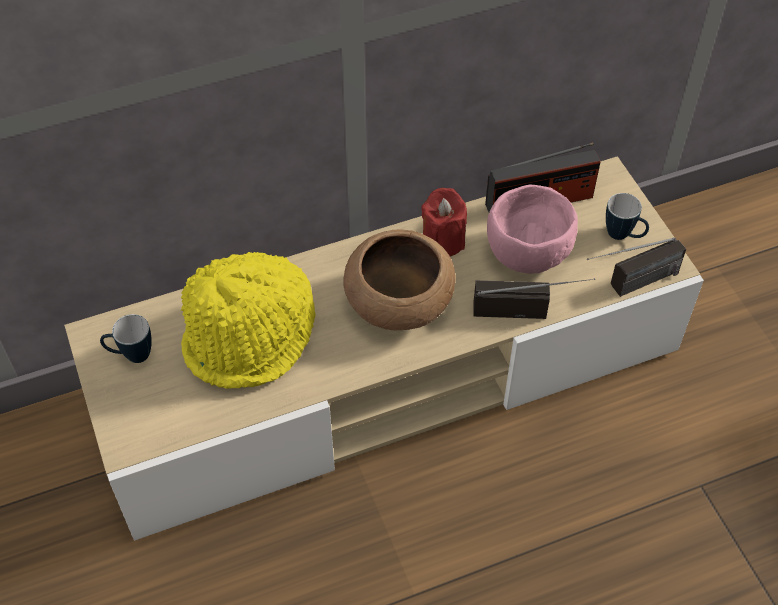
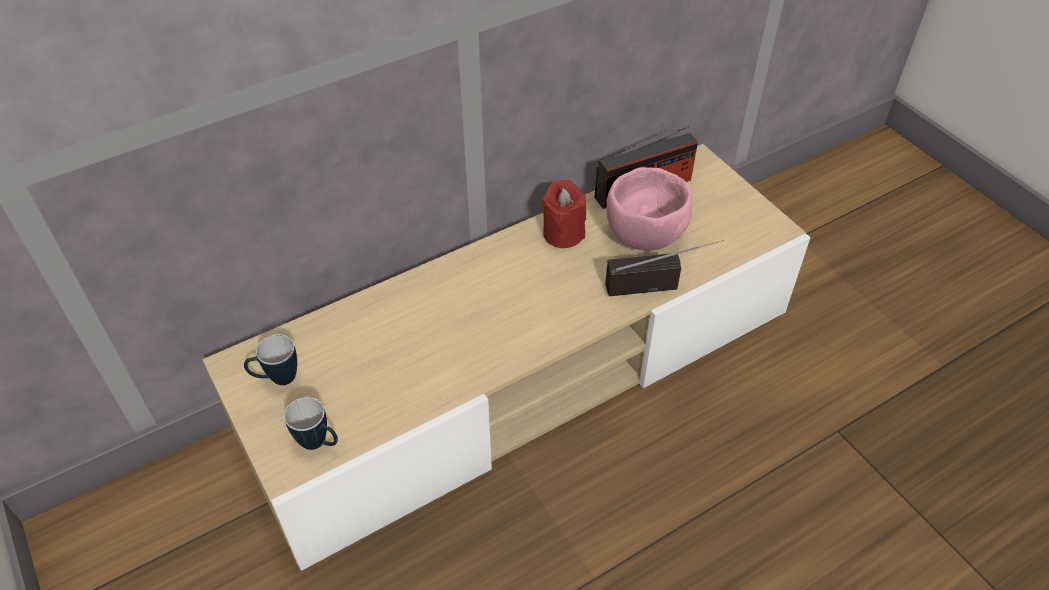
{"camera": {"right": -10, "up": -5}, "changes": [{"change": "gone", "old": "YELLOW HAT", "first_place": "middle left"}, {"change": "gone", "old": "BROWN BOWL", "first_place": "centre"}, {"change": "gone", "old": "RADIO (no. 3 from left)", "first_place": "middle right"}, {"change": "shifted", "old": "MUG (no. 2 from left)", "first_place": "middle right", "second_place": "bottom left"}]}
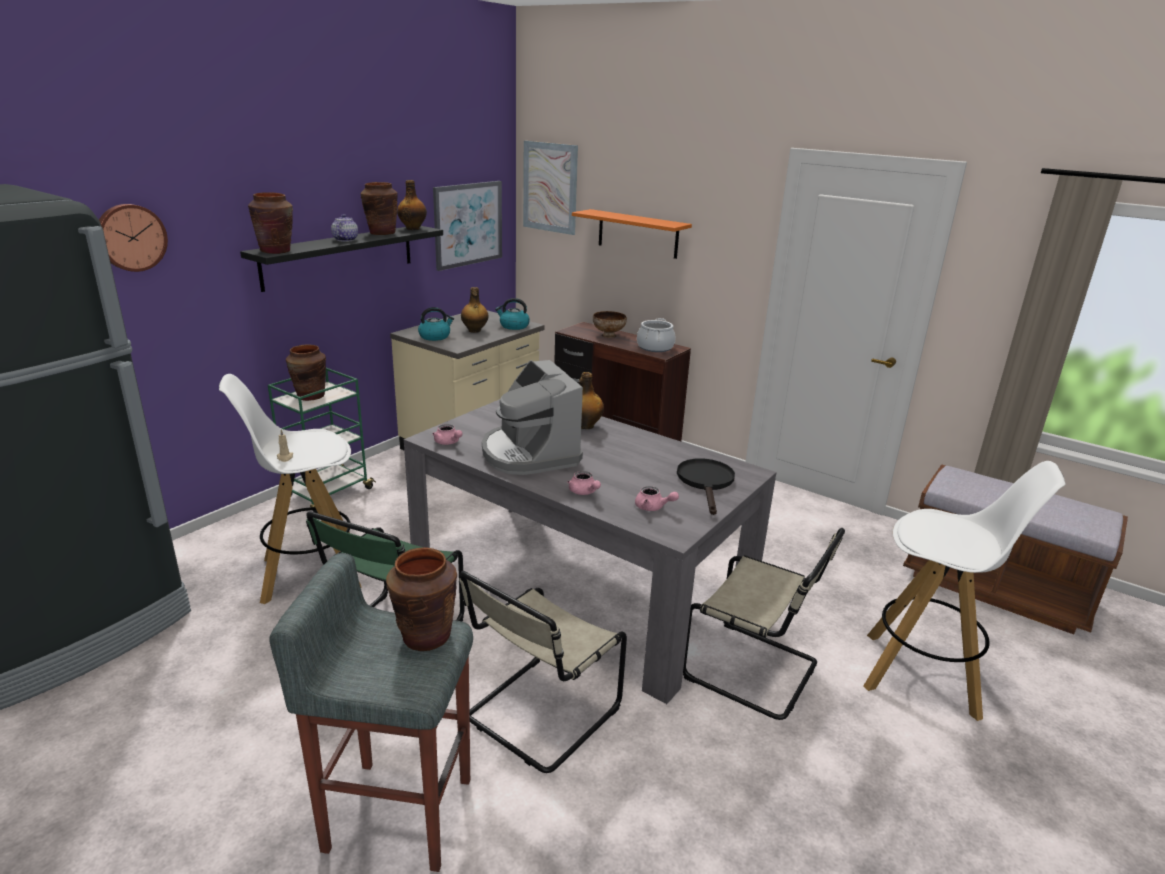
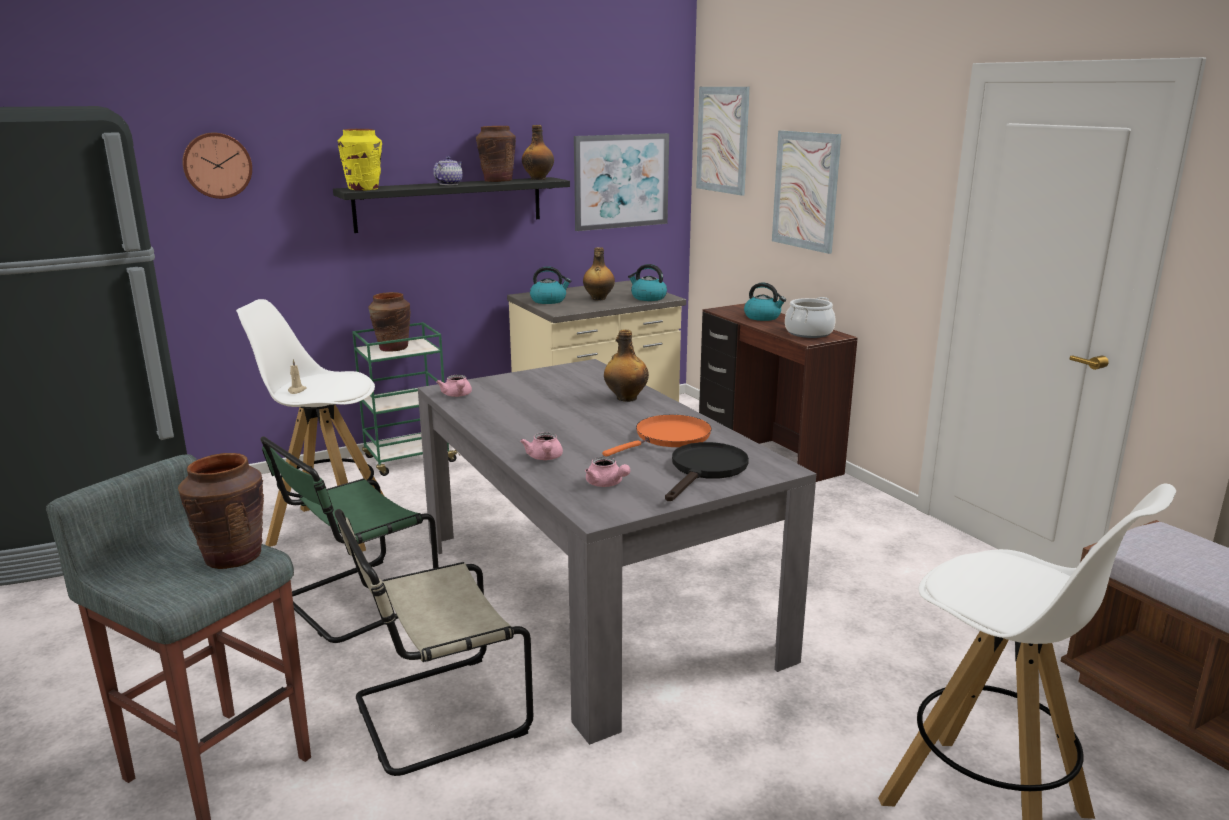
{"camera": {"right": 25, "up": -5}, "changes": [{"change": "repainted", "old": "BROWN VASE (no. 1 from left)", "new": "YELLOW VASE", "first_place": "top left", "second_place": "top left"}, {"change": "gone", "old": "COFFEE MACHINE", "first_place": "centre"}, {"change": "swapped", "old": "ORANGE SHELF", "new": "PICTURE (no. 3 from left)", "first_place": "top centre", "second_place": "top centre"}, {"change": "swapped", "old": "BOWL", "new": "KETTLE (no. 3 from left)", "first_place": "centre", "second_place": "centre"}, {"change": "gone", "old": "BEIGE CHAIR (no. 2 from left)", "first_place": "bottom centre"}, {"change": "new", "new": "ORANGE FRYING PAN", "second_place": "centre"}]}
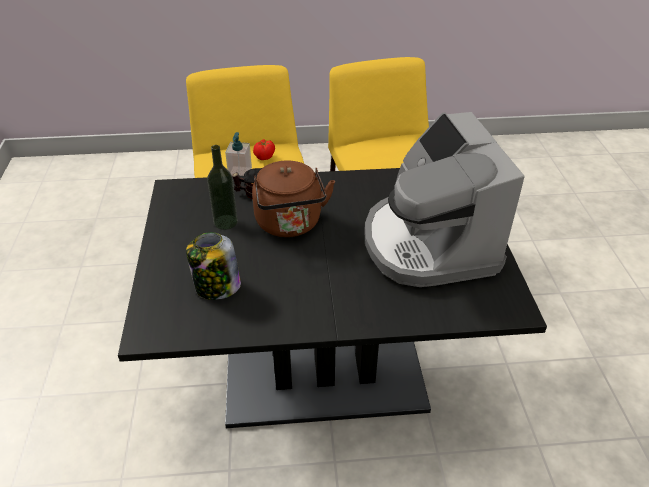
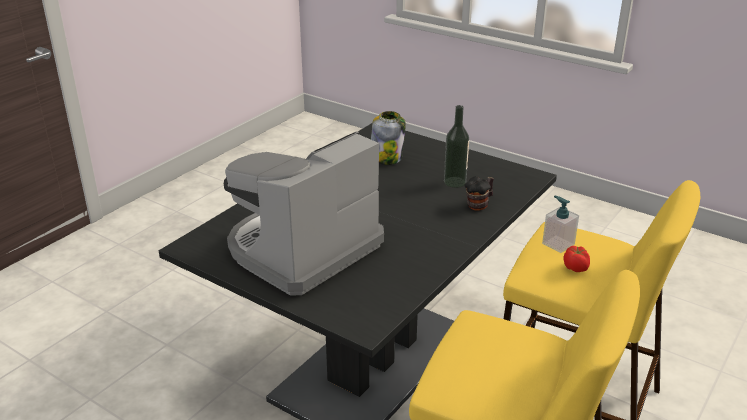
{"camera": {"right": 130, "up": -10}, "changes": [{"change": "gone", "old": "BROWN KETTLE", "first_place": "centre"}, {"change": "rotated", "old": "COFFEE MACHINE", "first_place": "middle right", "second_place": "centre", "degrees": -75}]}
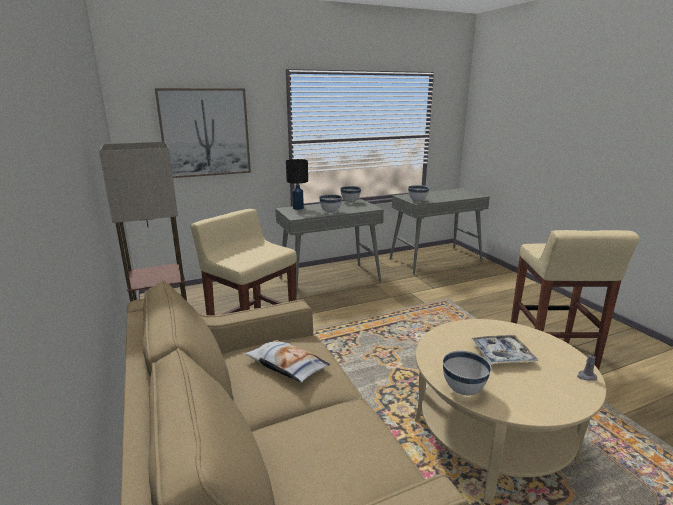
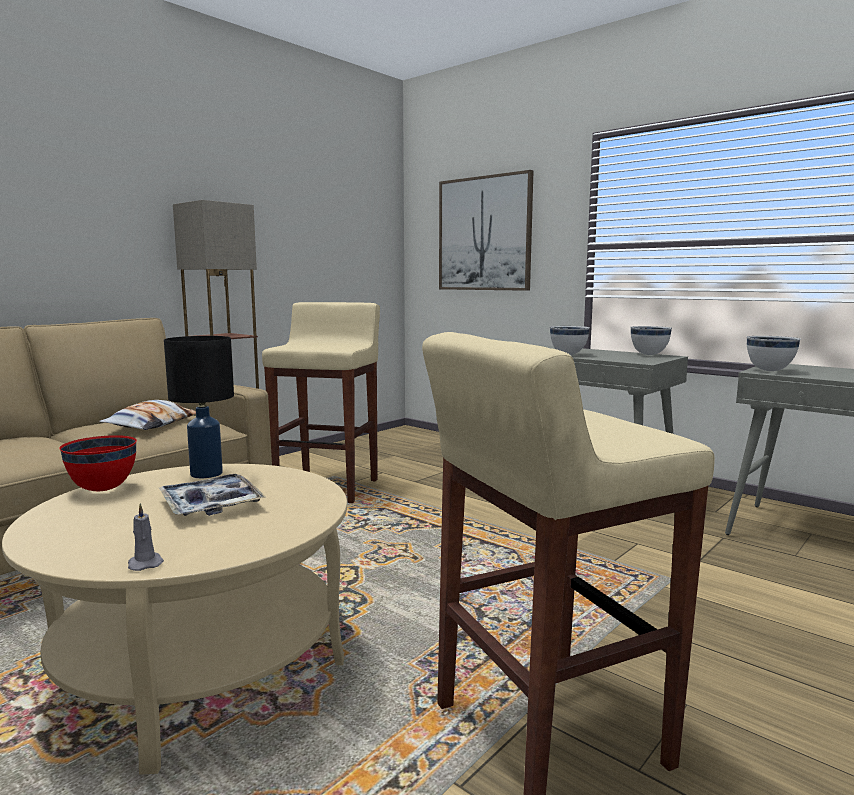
{"camera": {"right": 65, "up": -10}, "changes": [{"change": "shifted", "old": "BLACK TABLE LAMP", "first_place": "centre", "second_place": "middle left"}, {"change": "repainted", "old": "WHITE BOWL (no. 4 from left)", "new": "RED BOWL", "first_place": "bottom right", "second_place": "middle left"}]}
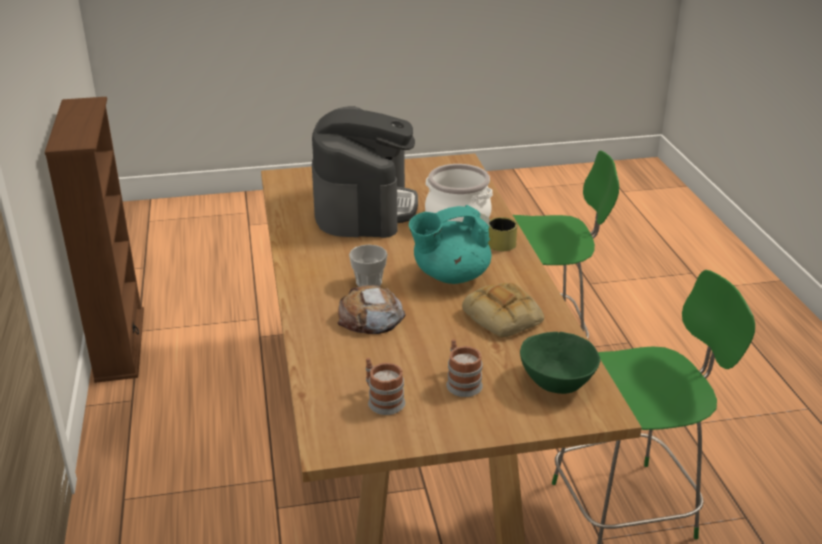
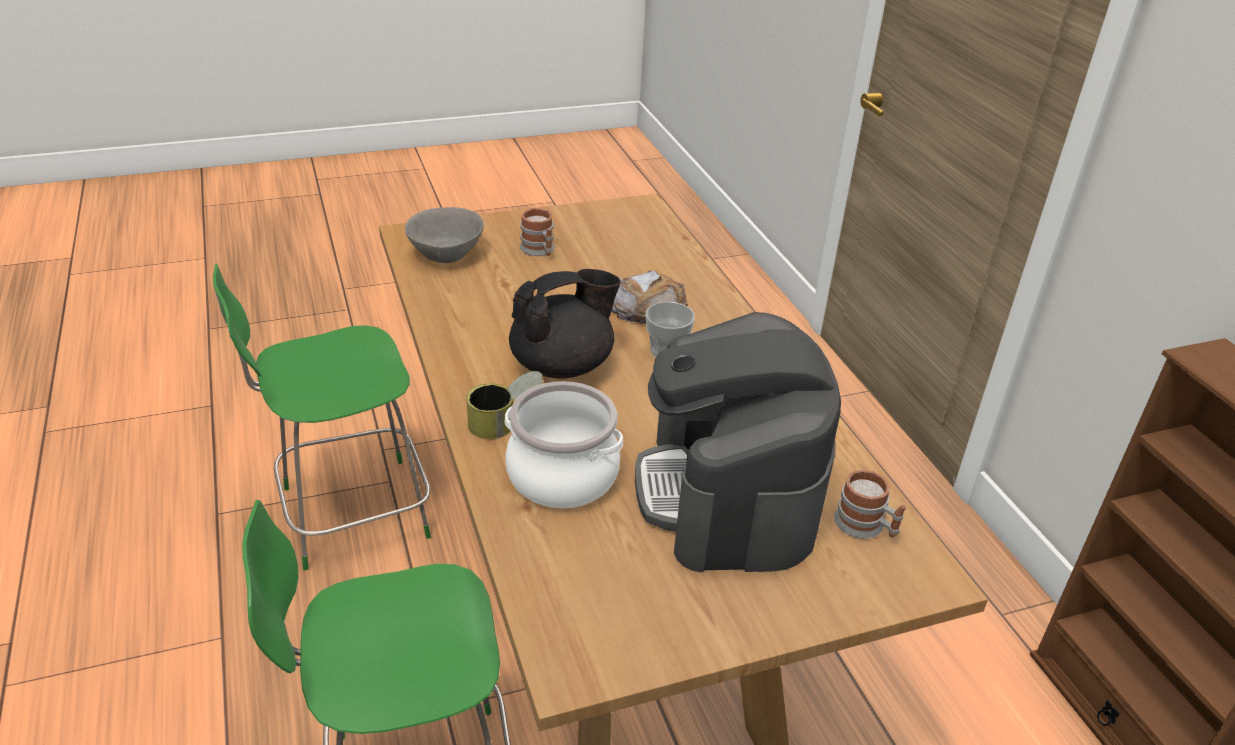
{"camera": {"right": 170, "up": 5}, "changes": [{"change": "shifted", "old": "MUG (no. 1 from left in the first image)", "new": "MUG (no. 2 from left)", "first_place": "bottom centre", "second_place": "bottom right"}, {"change": "repainted", "old": "TURQUOISE TEAPOT", "new": "BLACK TEAPOT", "first_place": "centre", "second_place": "centre"}, {"change": "gone", "old": "BREAD (no. 2 from left)", "first_place": "centre"}, {"change": "repainted", "old": "GREEN BOWL", "new": "GREY BOWL", "first_place": "bottom right", "second_place": "top centre"}]}
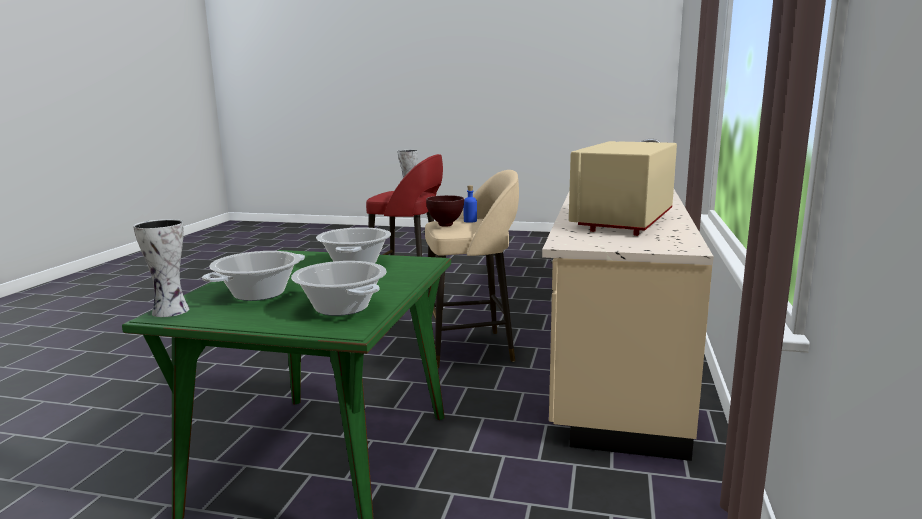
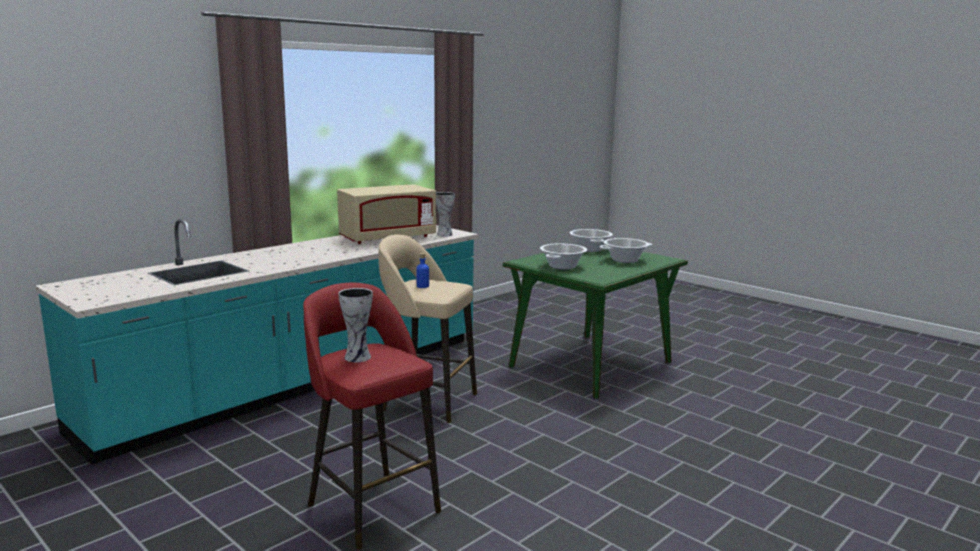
{"camera": {"right": -150, "up": 0}, "changes": [{"change": "shifted", "old": "VASE (no. 1 from left in the first image)", "new": "VASE (no. 2 from left)", "first_place": "middle left", "second_place": "centre"}, {"change": "gone", "old": "BROWN BOWL", "first_place": "centre"}, {"change": "repainted", "old": "BEIGE COUNTER", "new": "TURQUOISE COUNTER", "first_place": "middle right", "second_place": "middle left"}]}
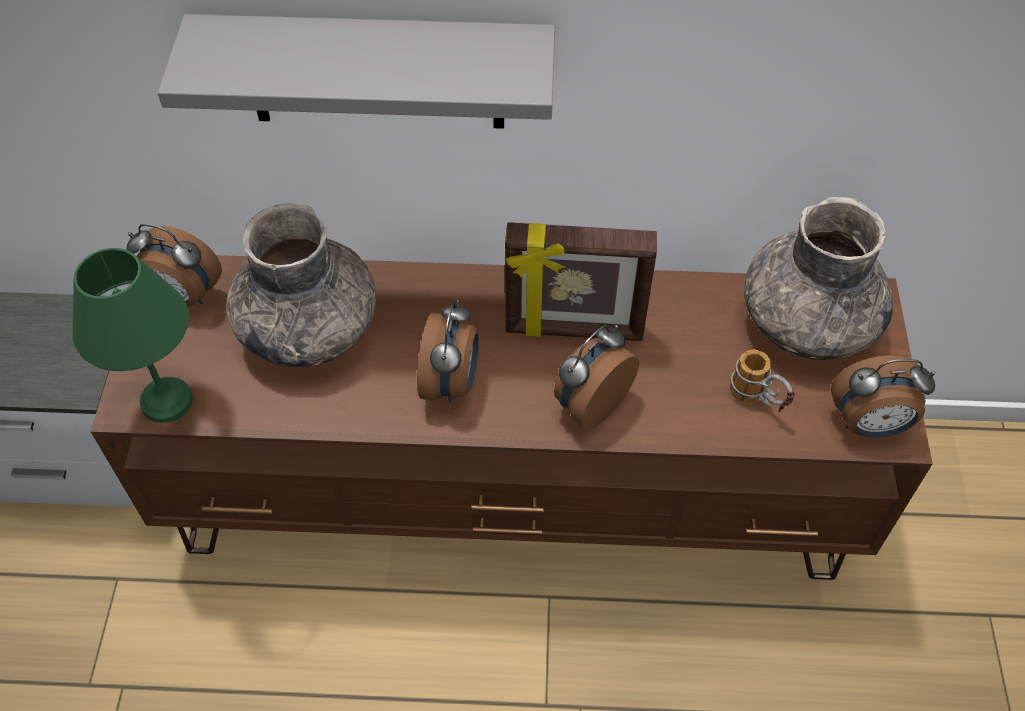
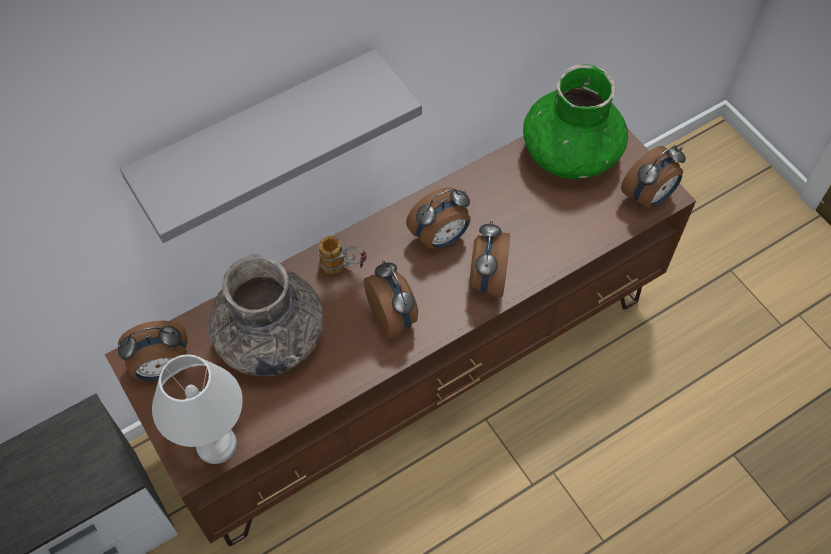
{"camera": {"right": -35, "up": 5}, "changes": [{"change": "repainted", "old": "GREEN TABLE LAMP", "new": "WHITE TABLE LAMP", "first_place": "middle left", "second_place": "bottom left"}, {"change": "swapped", "old": "PICTURE FRAME", "new": "ALARM CLOCK (no. 3 from left)", "first_place": "centre", "second_place": "centre"}, {"change": "shifted", "old": "MUG", "first_place": "middle right", "second_place": "centre"}, {"change": "repainted", "old": "GREY VASE (no. 2 from left)", "new": "GREEN VASE", "first_place": "middle right", "second_place": "top right"}]}
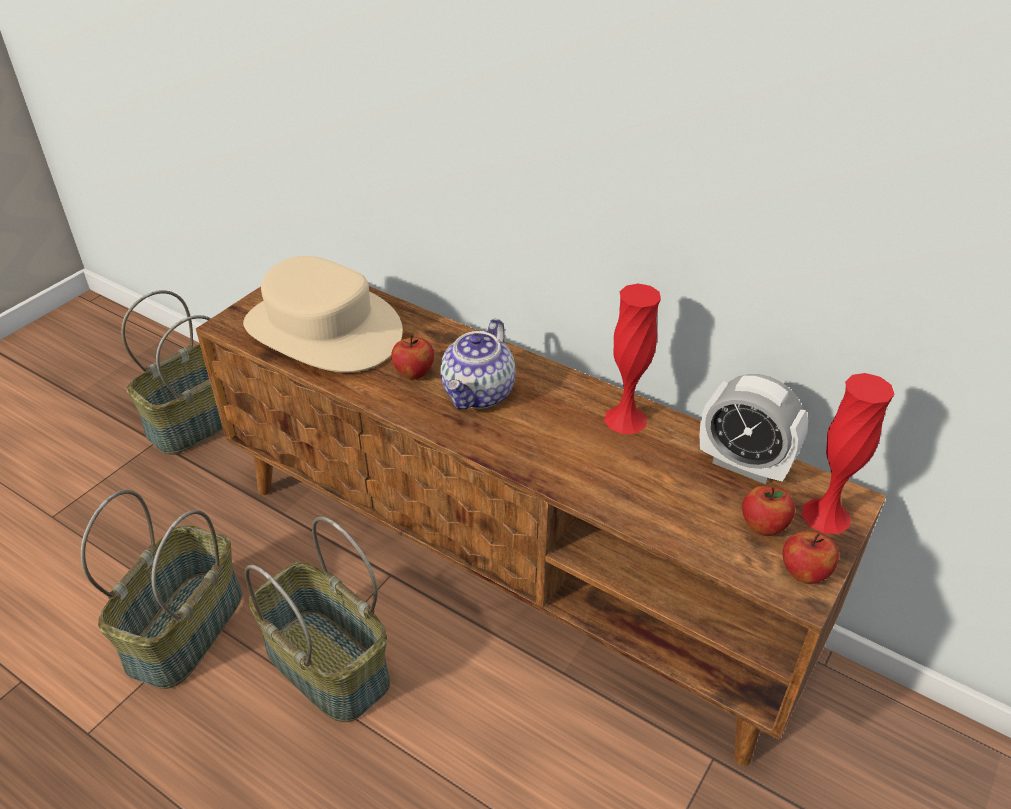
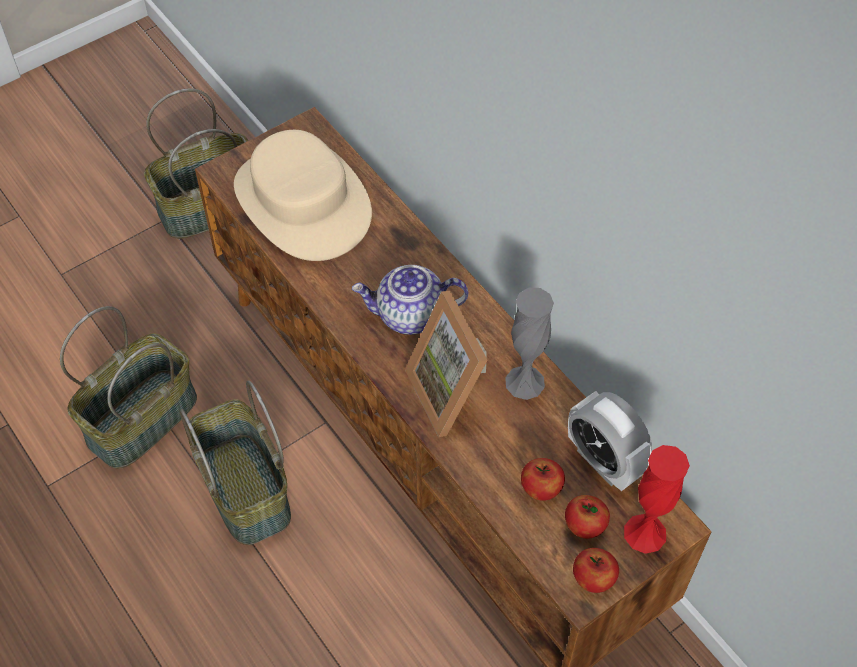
{"camera": {"right": 20, "up": 15}, "changes": [{"change": "shifted", "old": "APPLE (no. 1 from left)", "first_place": "centre", "second_place": "bottom centre"}, {"change": "rotated", "old": "TEAPOT", "first_place": "centre", "second_place": "centre", "degrees": 45}, {"change": "repainted", "old": "RED VASE (no. 1 from left)", "new": "GREY VASE", "first_place": "centre", "second_place": "centre"}, {"change": "new", "new": "PICTURE FRAME", "second_place": "centre"}]}
